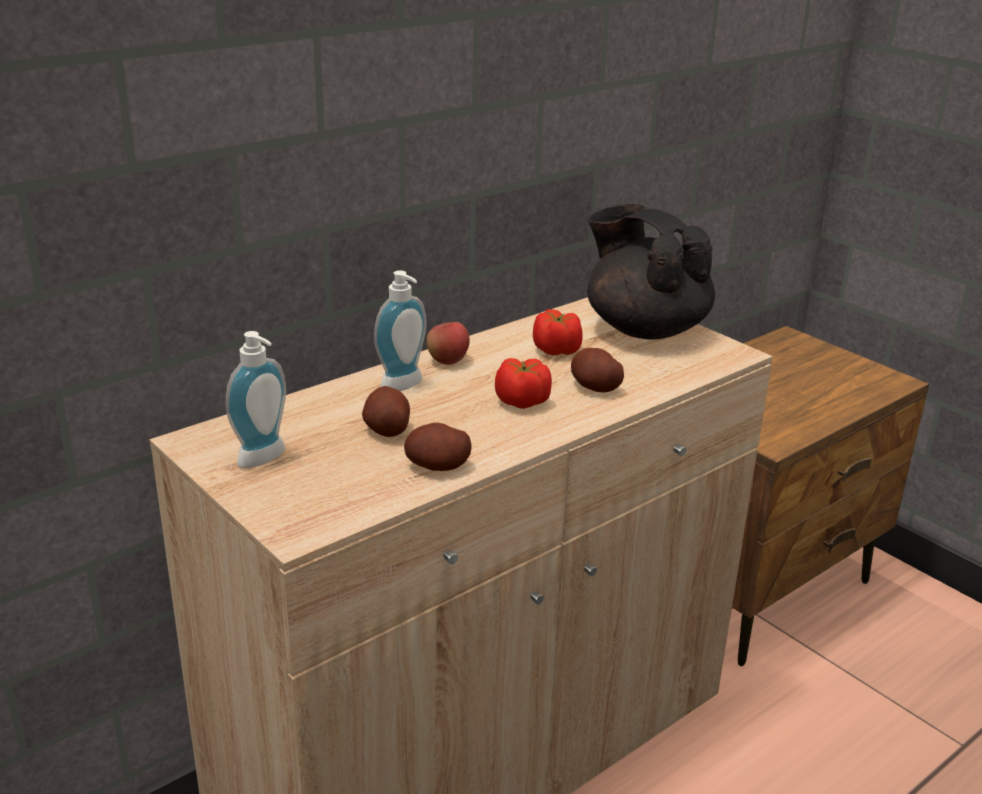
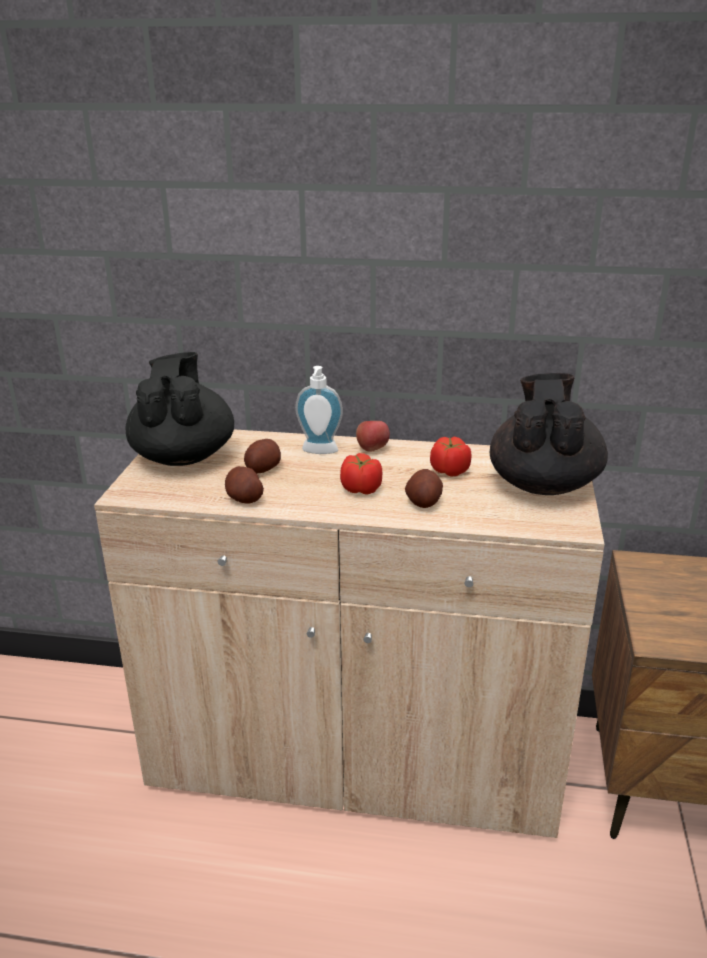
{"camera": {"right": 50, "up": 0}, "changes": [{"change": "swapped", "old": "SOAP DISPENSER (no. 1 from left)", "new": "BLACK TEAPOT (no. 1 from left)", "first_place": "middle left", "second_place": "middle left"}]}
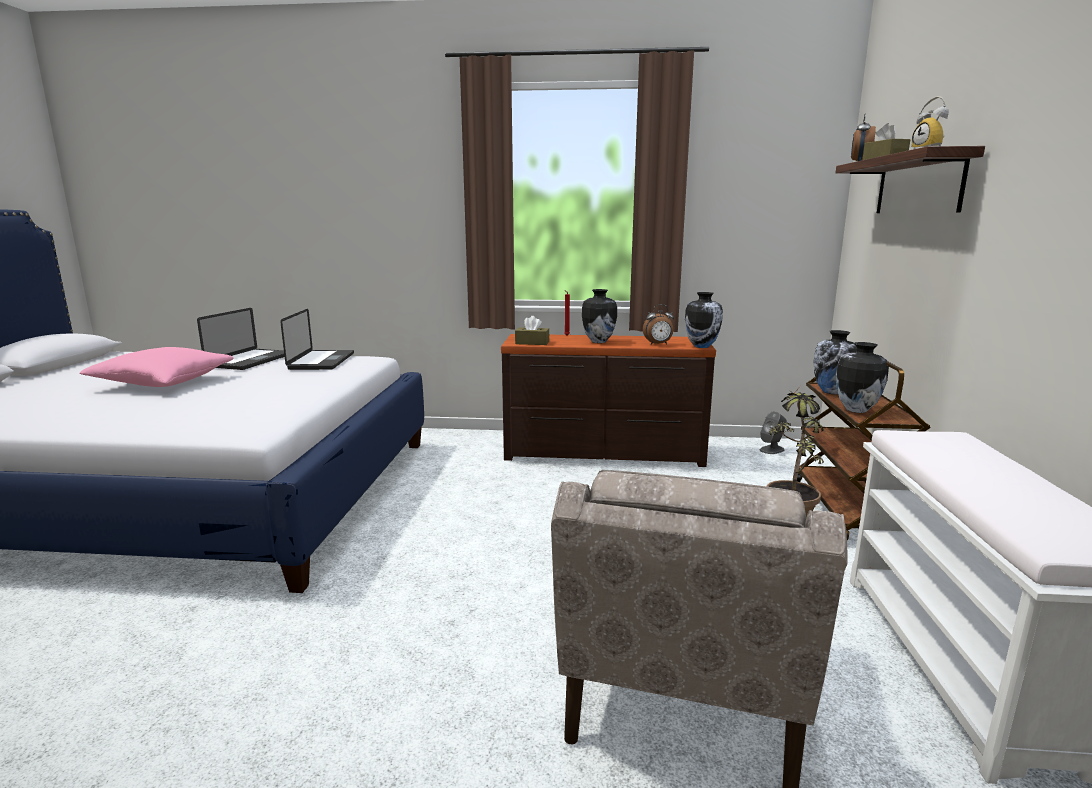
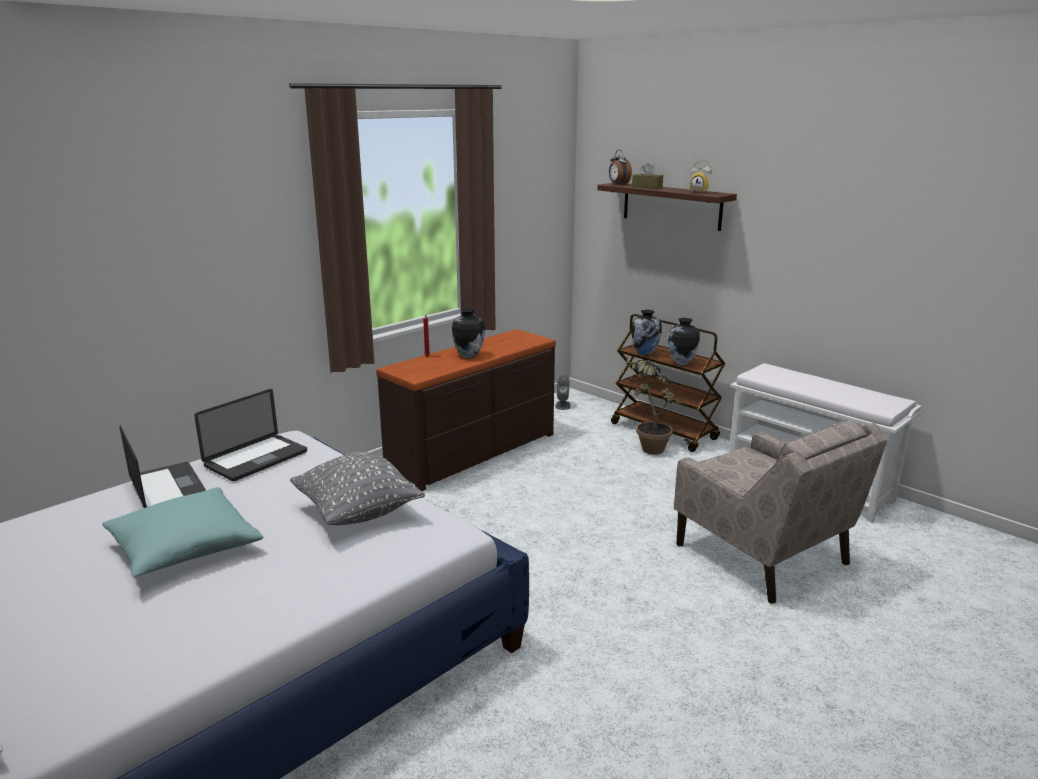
{"camera": {"right": -50, "up": 5}, "changes": [{"change": "repainted", "old": "PINK PILLOW", "new": "TURQUOISE PILLOW", "first_place": "middle left", "second_place": "bottom left"}, {"change": "rotated", "old": "LAPTOP (no. 2 from left)", "first_place": "middle left", "second_place": "middle left", "degrees": 90}, {"change": "gone", "old": "BROWN TISSUE BOX (no. 1 from left)", "first_place": "centre"}, {"change": "gone", "old": "ALARM CLOCK (no. 1 from left)", "first_place": "centre"}, {"change": "gone", "old": "VASE (no. 2 from left)", "first_place": "centre"}, {"change": "new", "new": "GREY PILLOW", "second_place": "centre"}]}
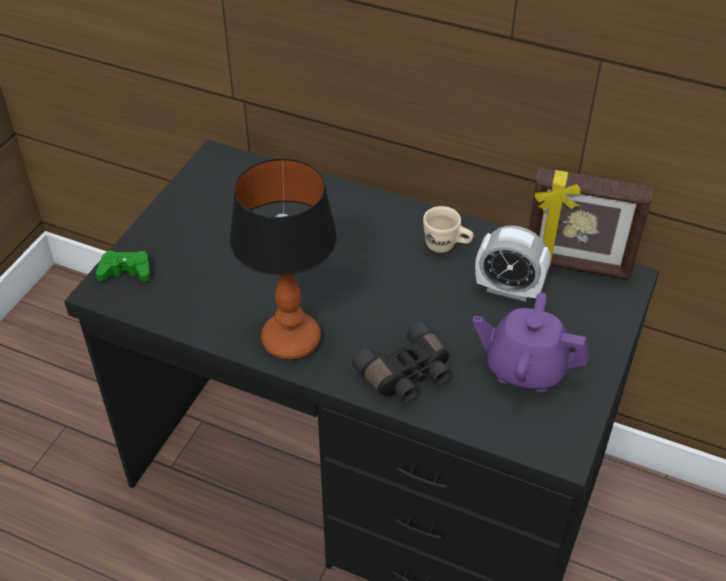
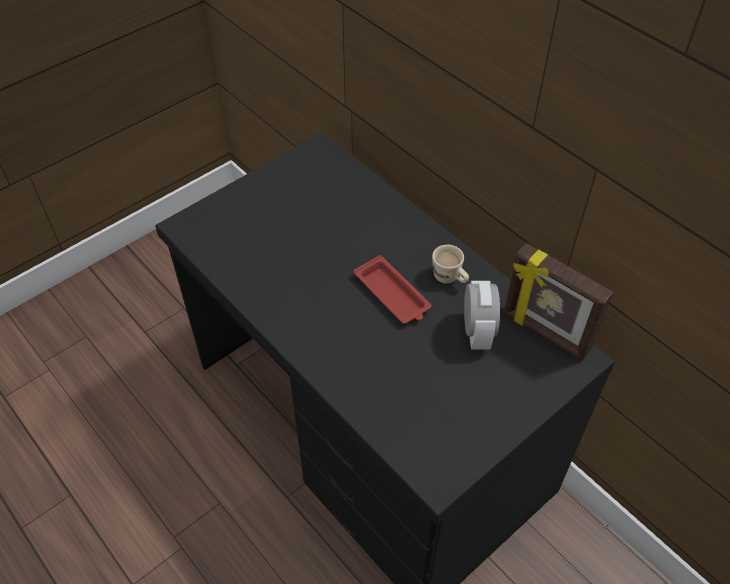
{"camera": {"right": 25, "up": 5}, "changes": [{"change": "gone", "old": "GREEN GAME CONTROLLER", "first_place": "middle left"}, {"change": "gone", "old": "TABLE LAMP", "first_place": "centre"}, {"change": "gone", "old": "BLACK BINOCULARS", "first_place": "centre"}, {"change": "gone", "old": "PURPLE TEAPOT", "first_place": "middle right"}, {"change": "rotated", "old": "ALARM CLOCK", "first_place": "middle right", "second_place": "centre", "degrees": -135}, {"change": "new", "new": "RED TRAY", "second_place": "centre"}]}
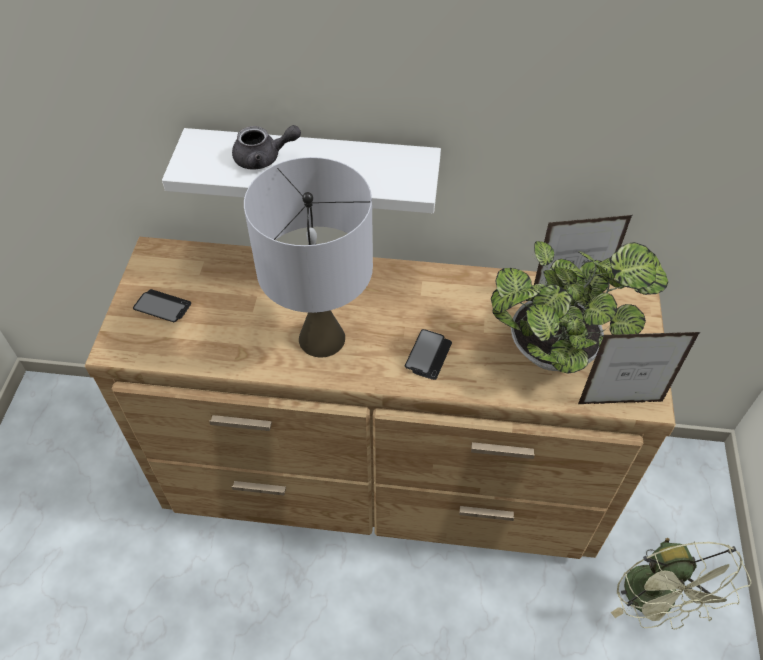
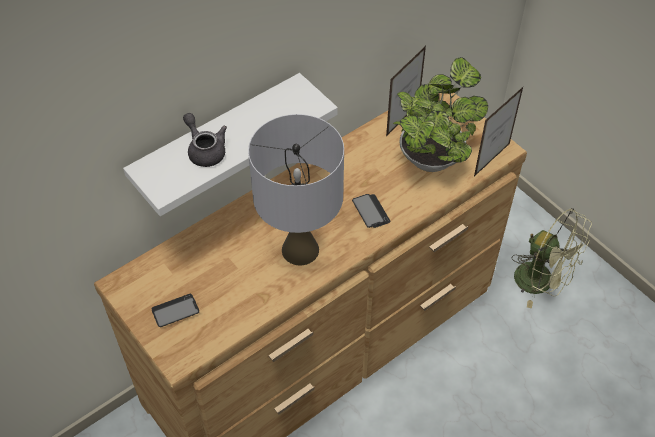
{"camera": {"right": -45, "up": 0}, "changes": [{"change": "rotated", "old": "GREY TEAPOT", "first_place": "top centre", "second_place": "top left", "degrees": -75}]}
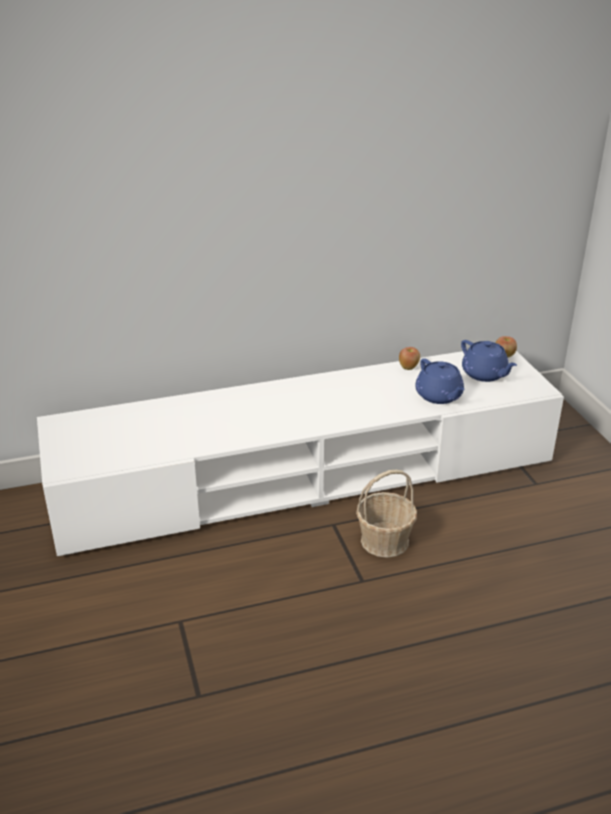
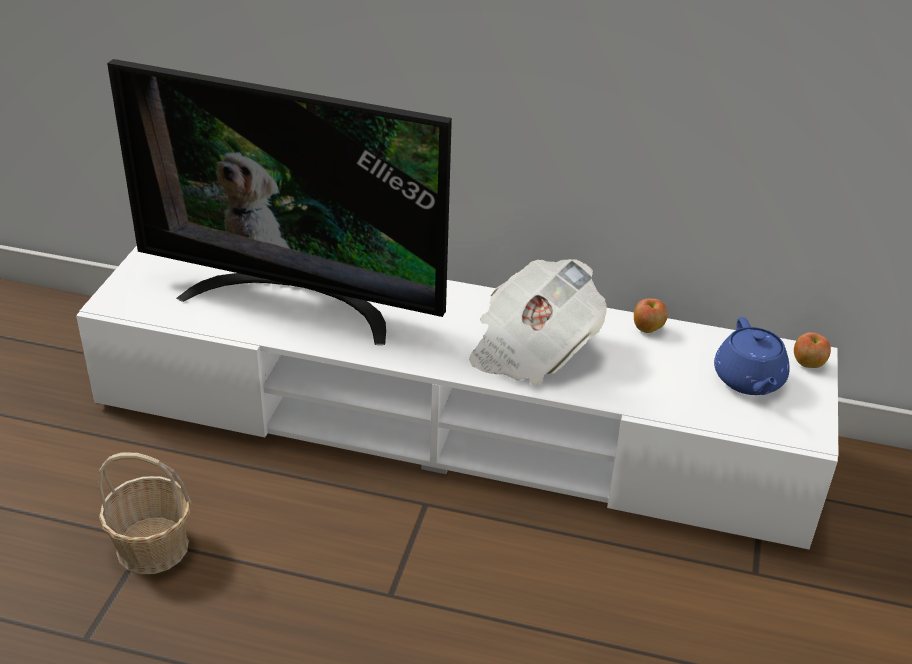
{"camera": {"right": 30, "up": 5}, "changes": [{"change": "shifted", "old": "BASKET", "first_place": "centre", "second_place": "bottom left"}, {"change": "gone", "old": "BLUE TEAPOT (no. 1 from left)", "first_place": "middle right"}, {"change": "new", "new": "TELEVISION", "second_place": "top left"}, {"change": "new", "new": "NEWSPAPER", "second_place": "centre"}]}
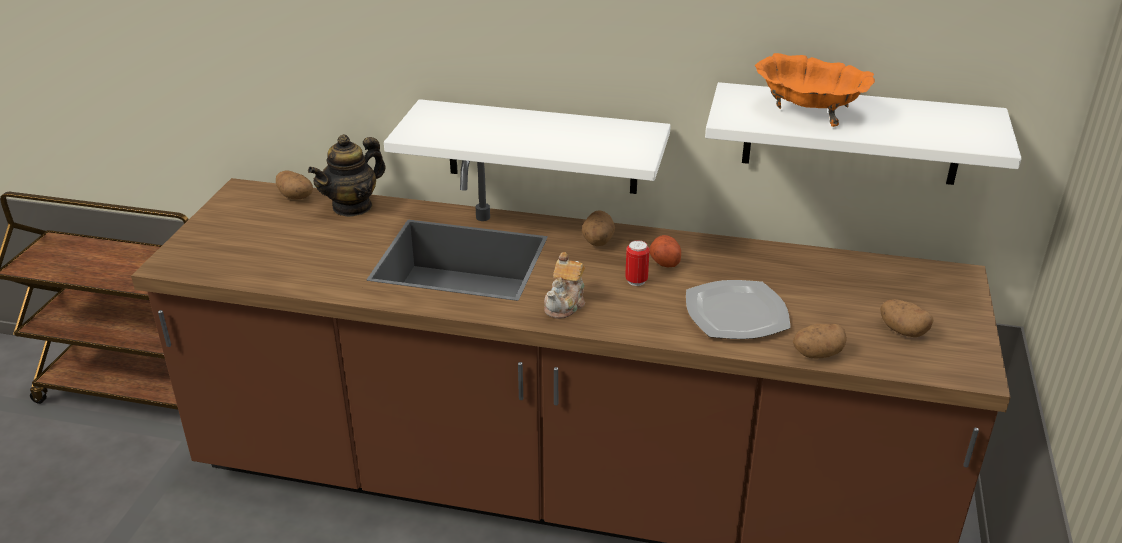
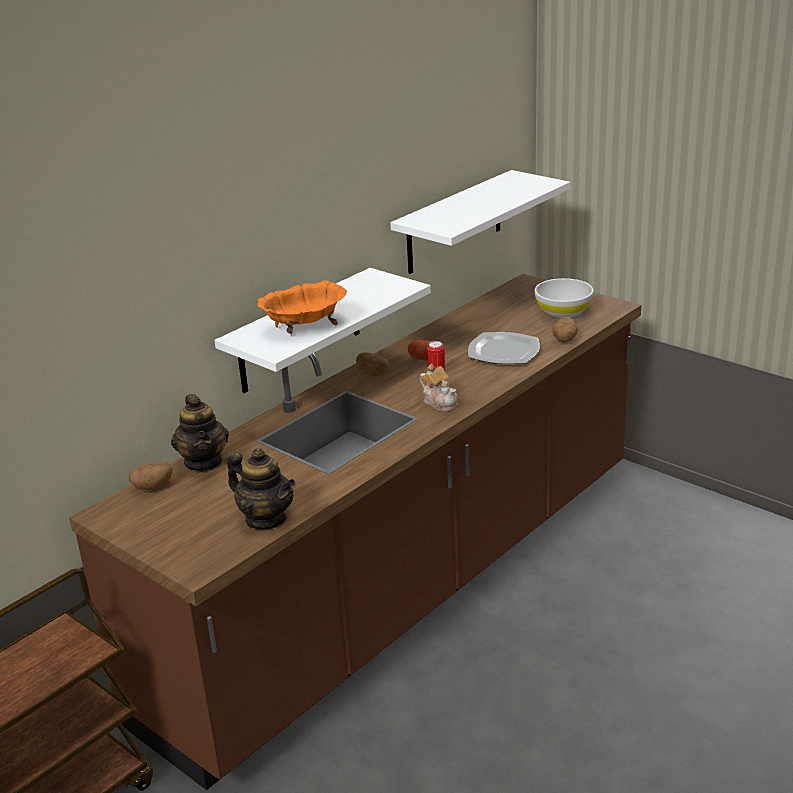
{"camera": {"right": -60, "up": -5}, "changes": [{"change": "shifted", "old": "ORANGE BOWL", "first_place": "top right", "second_place": "centre"}, {"change": "swapped", "old": "POTATO (no. 5 from left)", "new": "WHITE BOWL", "first_place": "middle right", "second_place": "middle right"}, {"change": "new", "new": "TEAPOT (no. 2 from left)", "second_place": "middle left"}]}
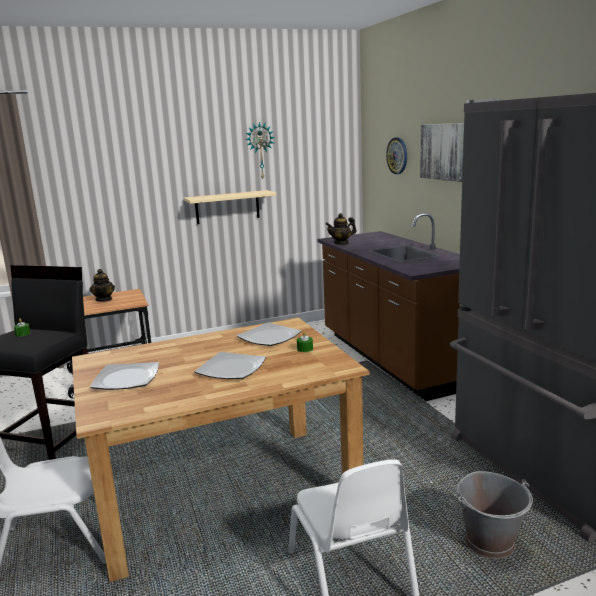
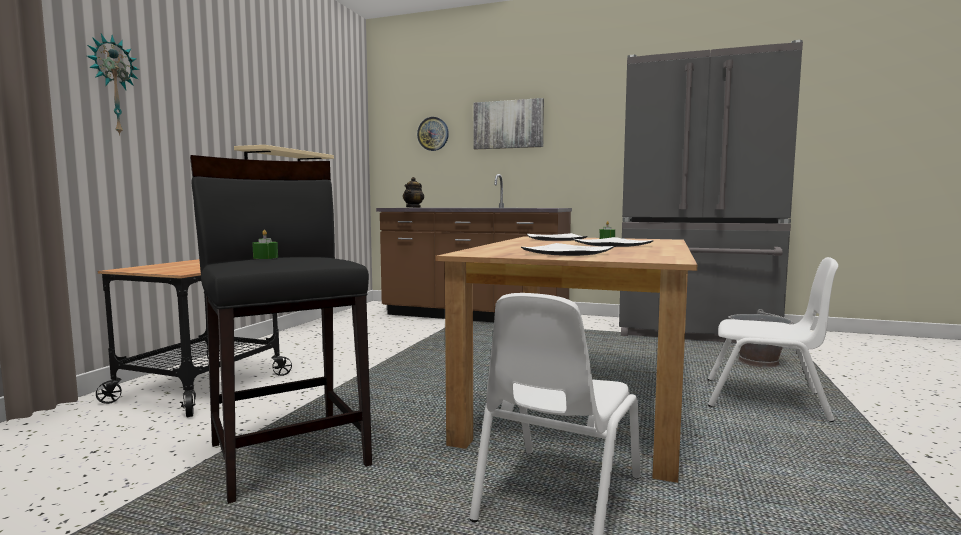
{"camera": {"right": -50, "up": -10}, "changes": [{"change": "gone", "old": "TEAPOT (no. 1 from left)", "first_place": "middle left"}, {"change": "shifted", "old": "WALL CLOCK (no. 1 from left)", "first_place": "top centre", "second_place": "top left"}]}
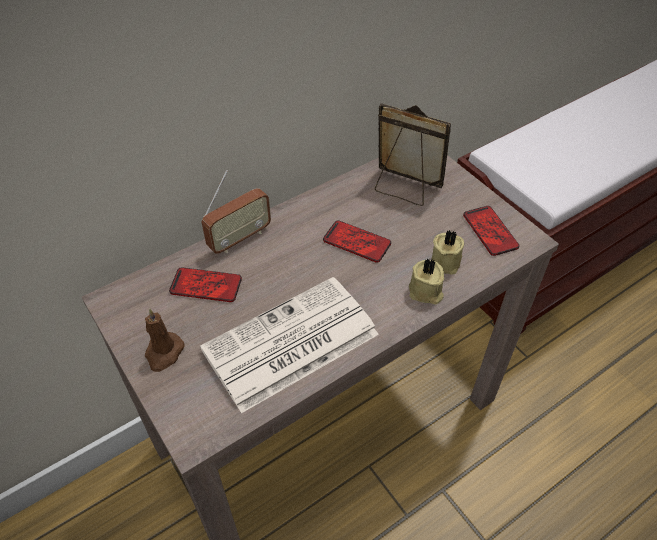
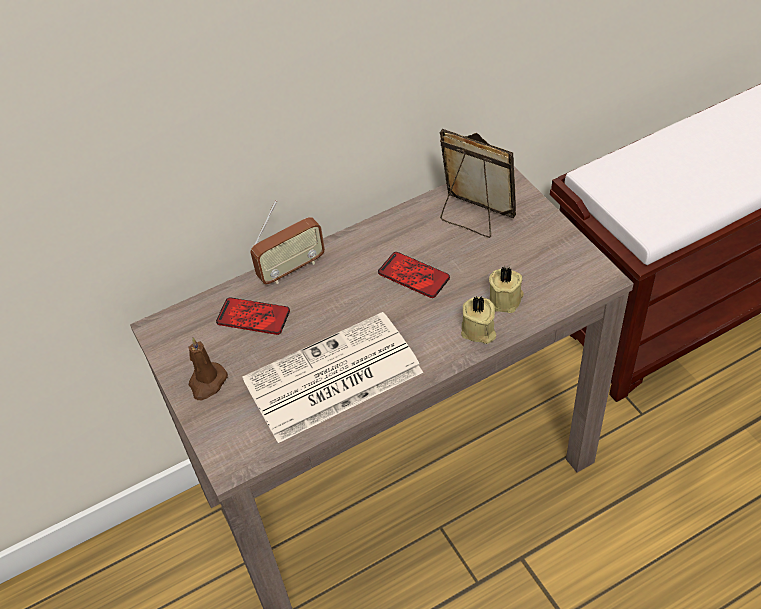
{"camera": {"right": 10, "up": 0}, "changes": [{"change": "gone", "old": "PHONE (no. 3 from left)", "first_place": "middle right"}]}
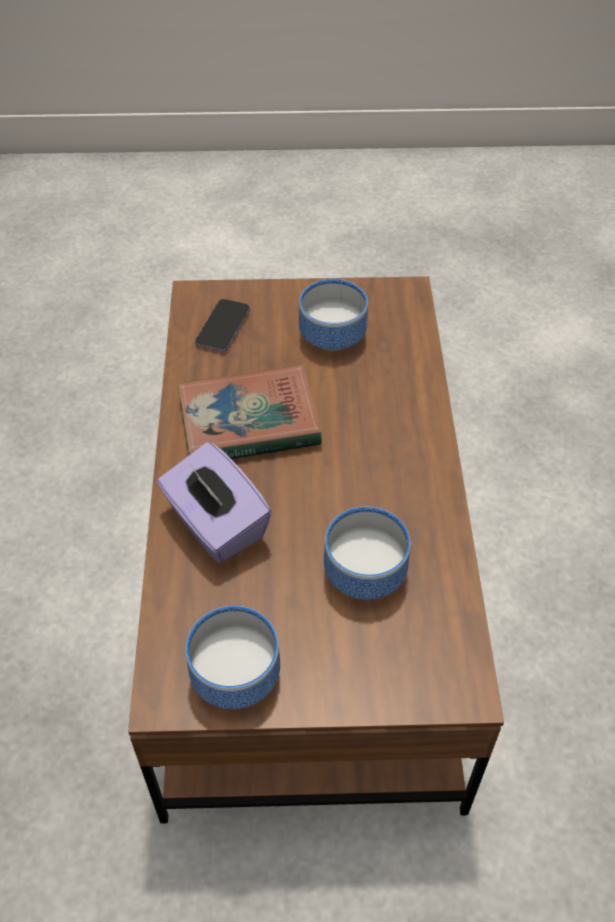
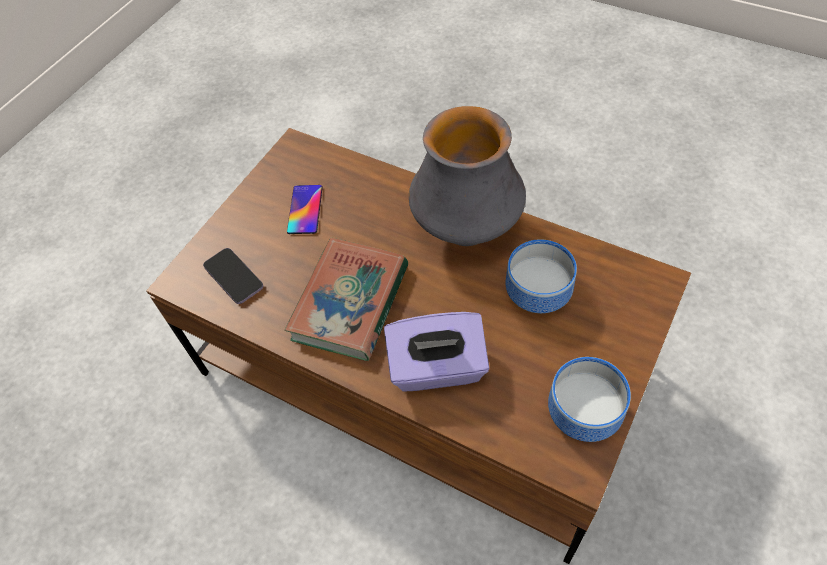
{"camera": {"right": -55, "up": 5}, "changes": [{"change": "swapped", "old": "BOWL (no. 2 from left)", "new": "PHONE (no. 2 from left)", "first_place": "centre", "second_place": "centre"}, {"change": "new", "new": "VASE", "second_place": "top centre"}]}
